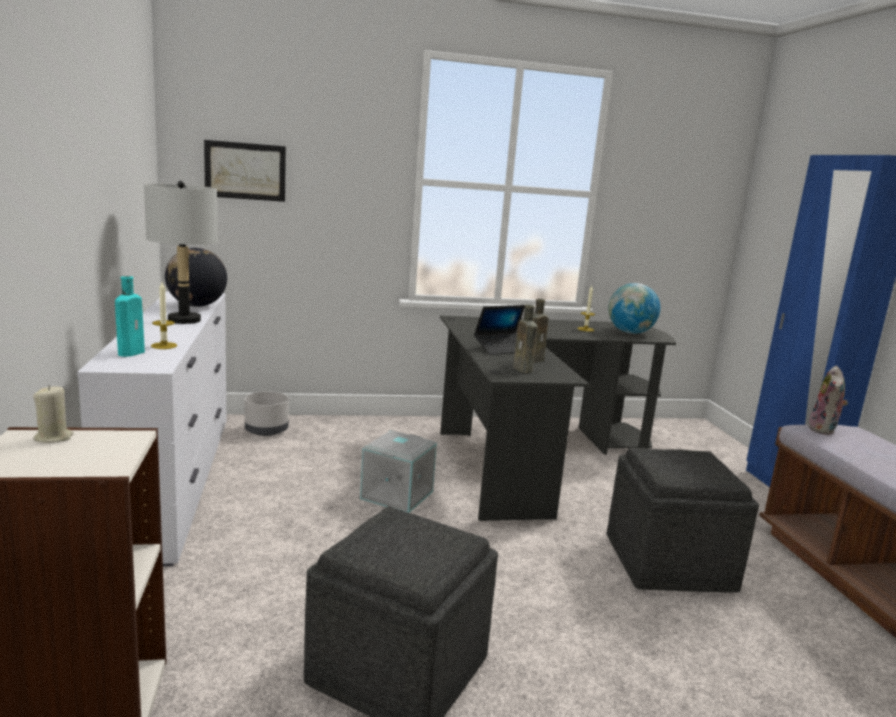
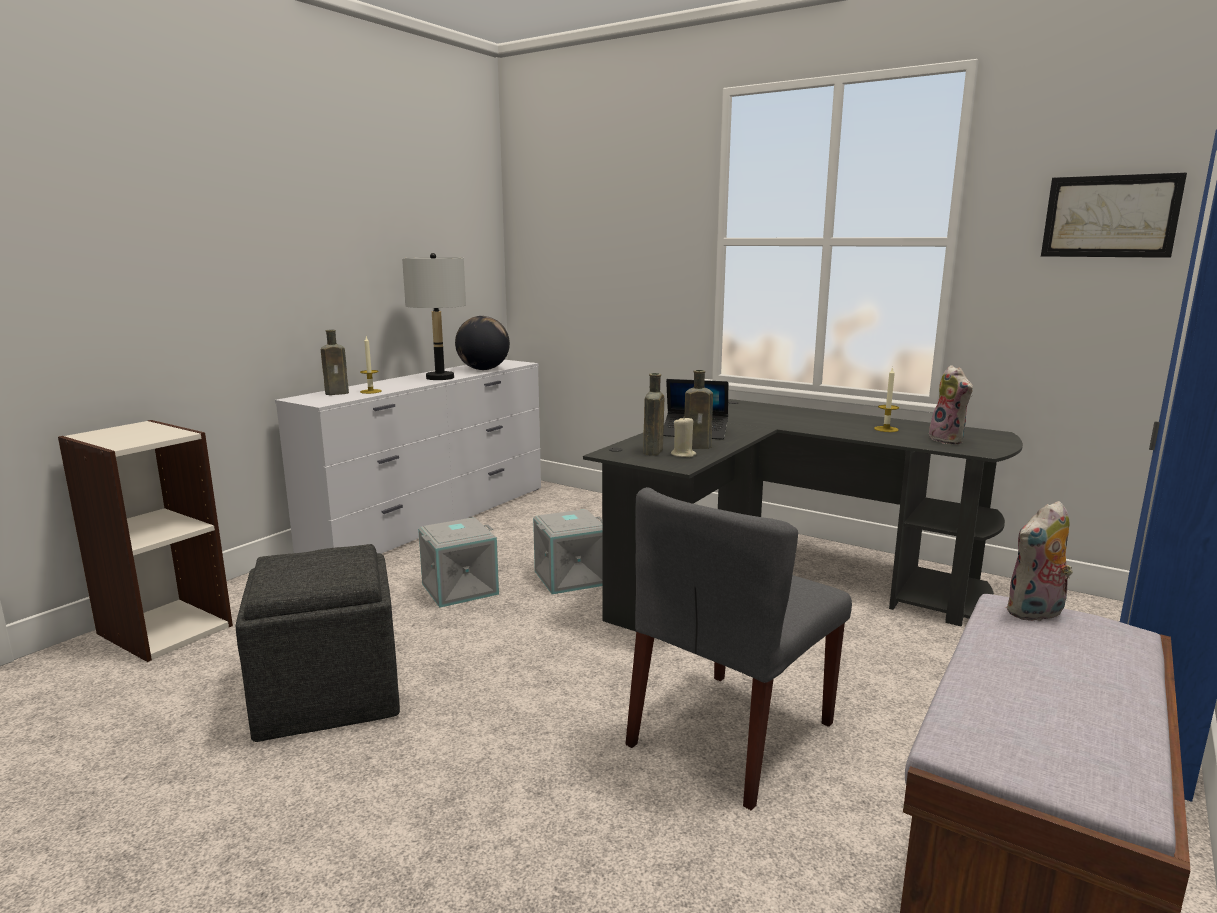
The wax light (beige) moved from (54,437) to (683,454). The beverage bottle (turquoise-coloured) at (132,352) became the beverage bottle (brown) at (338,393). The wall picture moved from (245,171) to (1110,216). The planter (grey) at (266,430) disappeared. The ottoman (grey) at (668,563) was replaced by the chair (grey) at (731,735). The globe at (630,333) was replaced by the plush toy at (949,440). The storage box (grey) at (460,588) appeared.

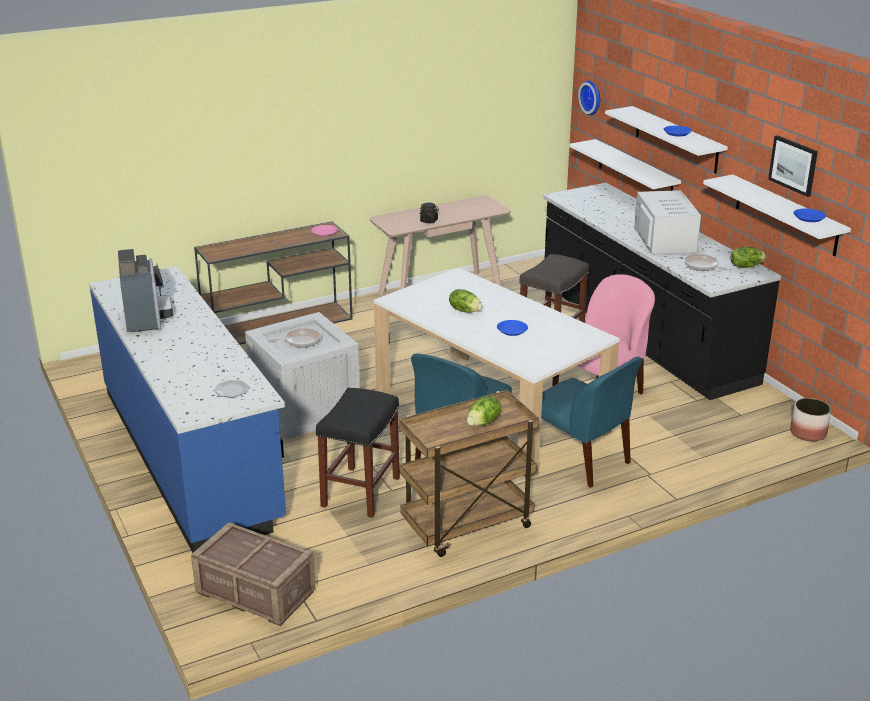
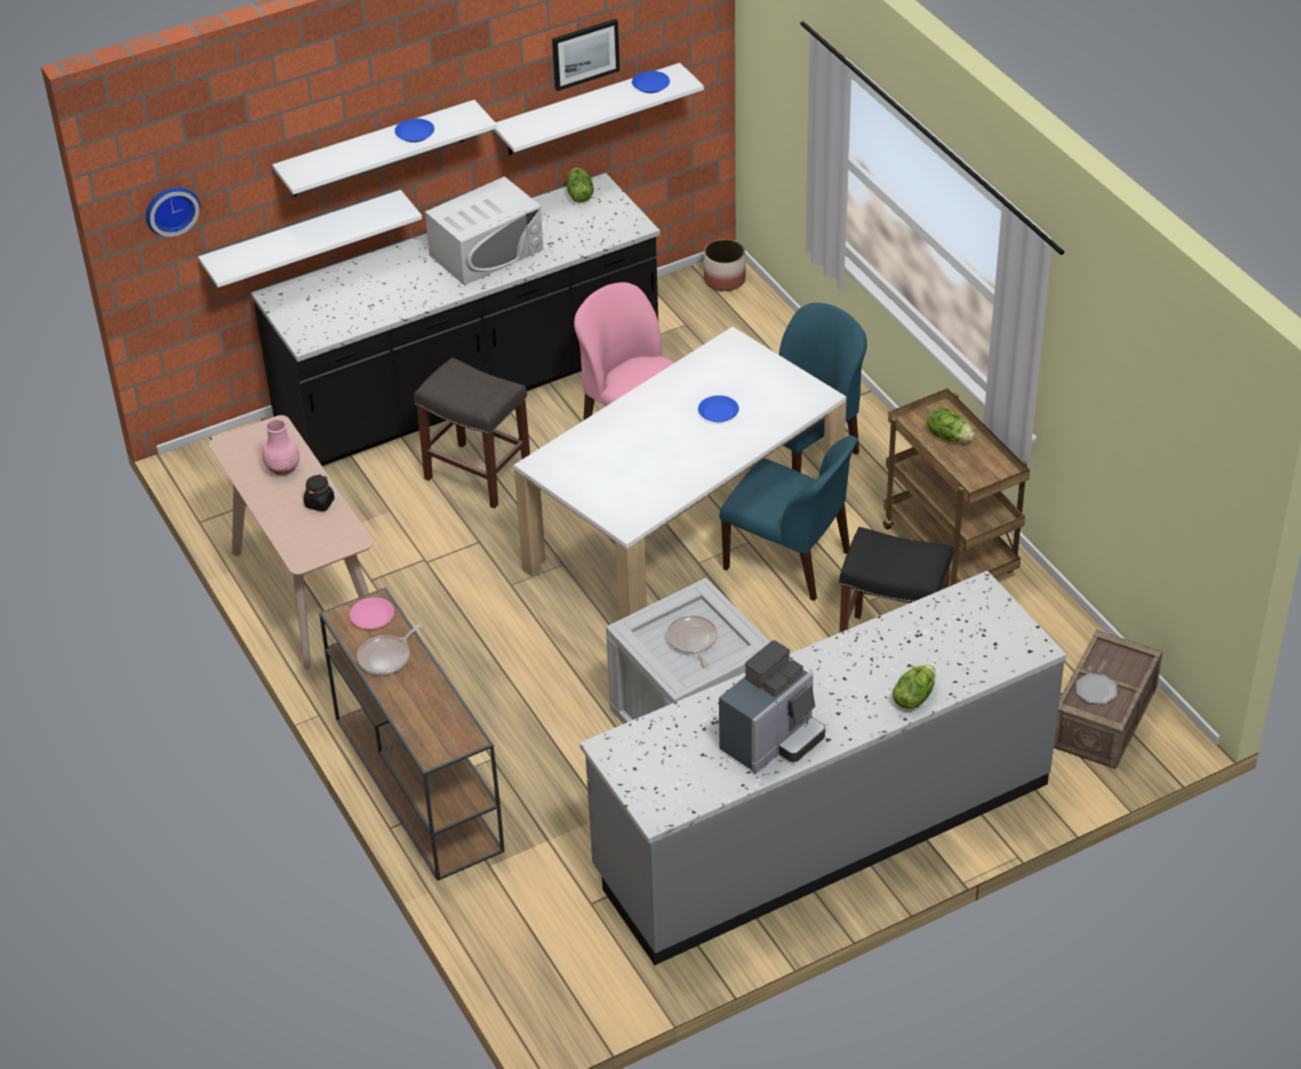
The kitchen base unit (blue) at (191,454) became the kitchen base unit (grey) at (822,827). The coffee maker at (147,318) turned 150 degrees clockwise. The dinner plate moved from (232,390) to (1096,690). The lettuce moved from (465,310) to (913,697). The microwave oven (white-coloured) at (664,239) turned 150 degrees clockwise. The frying pan moved from (702,266) to (386,657). The decorative vase (pinkish) at (283,469) appeared.

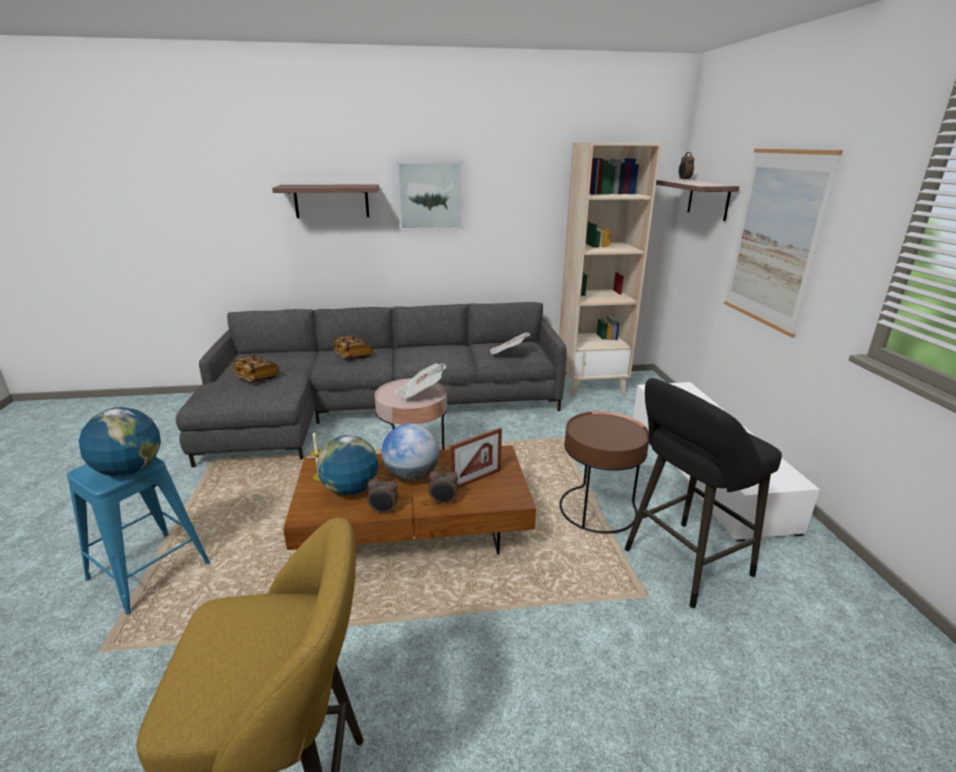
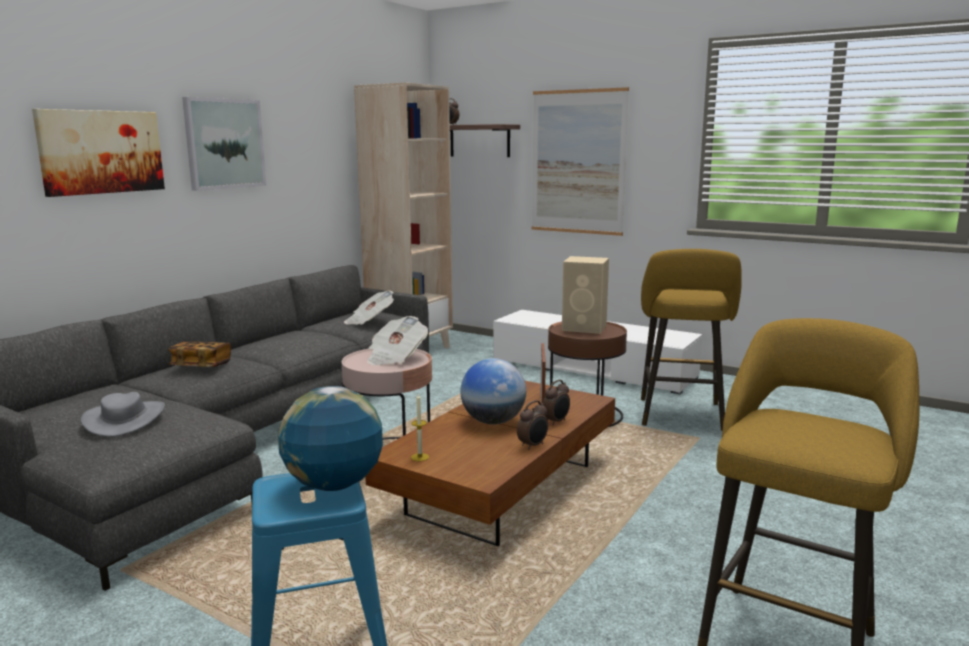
The bound book at (256,377) was replaced by the clothing hat (grey) at (125,419). The bracket shelf at (331,201) was replaced by the wall picture at (101,152). The globe at (350,490) disappeared. The sitting stool (black-coloured) at (682,564) became the sitting stool (yellow-coloured) at (681,416). The audio speaker (beige) at (585,328) appeared.

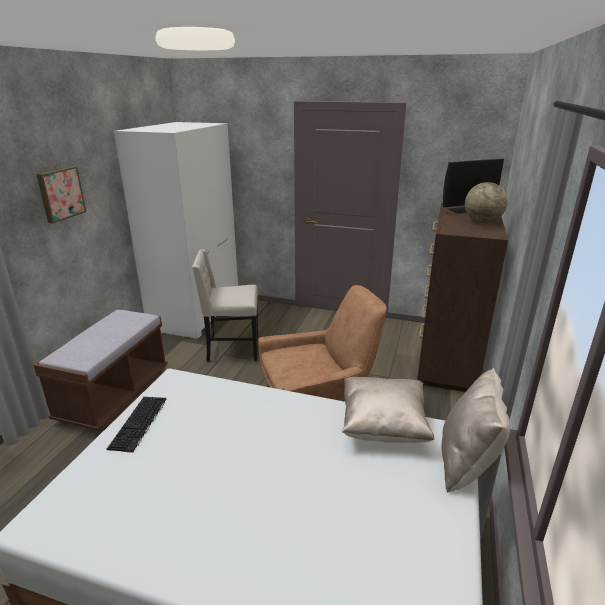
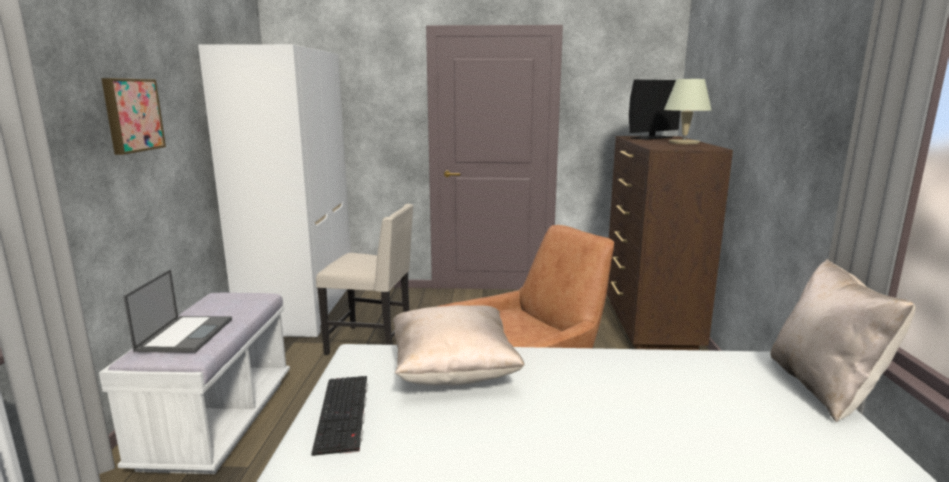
The long seat (brown) at (114,395) became the long seat (white-coloured) at (218,422). The chair (beige) at (232,349) turned 150 degrees counterclockwise. The cushion (beige) moved from (383,426) to (453,371). The globe at (482,222) was replaced by the table lamp (beige) at (683,142). The portable computer at (185,334) appeared.

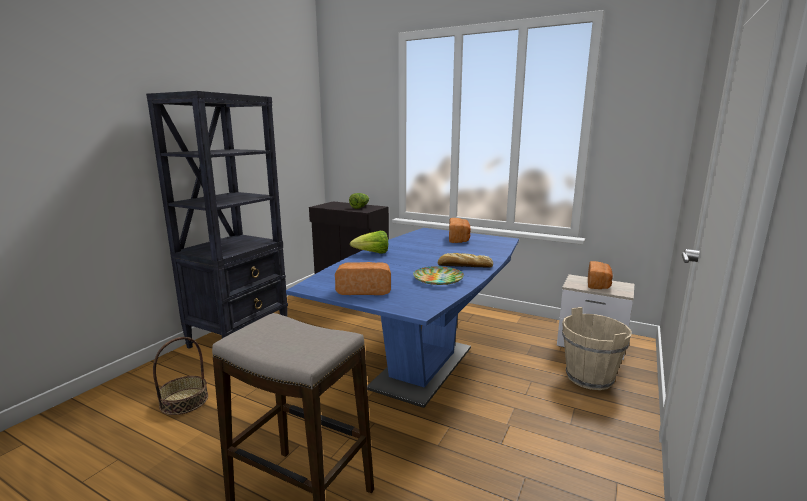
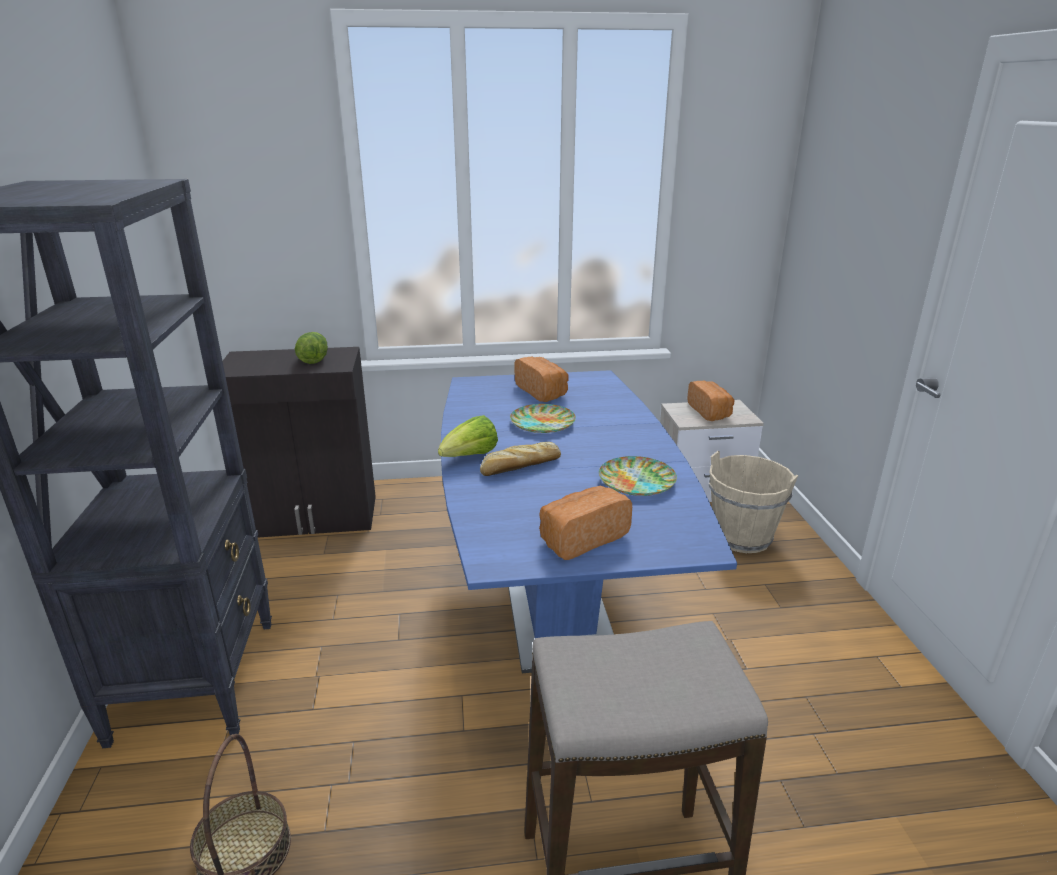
The baked bread moved from (463,266) to (519,466). The dinner plate at (542,423) appeared.

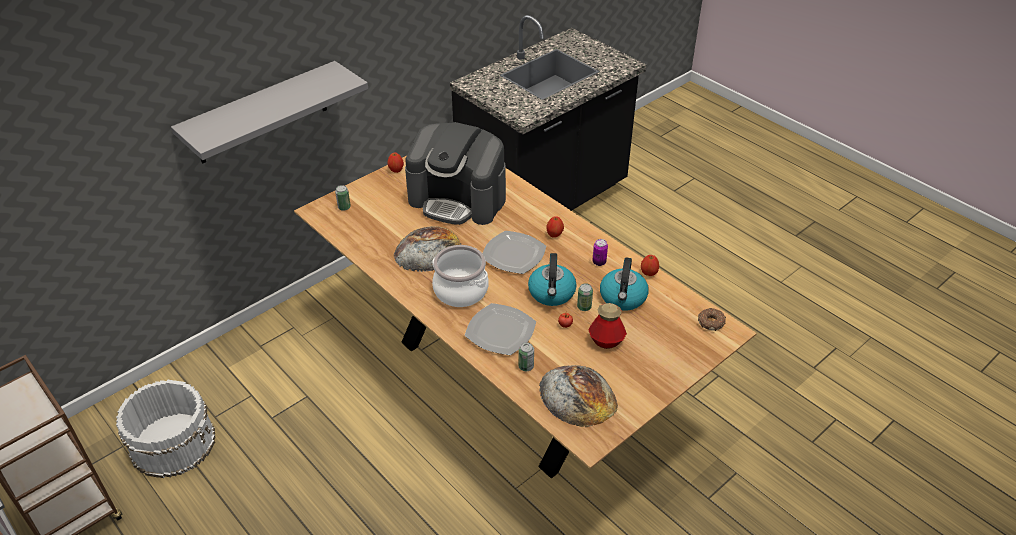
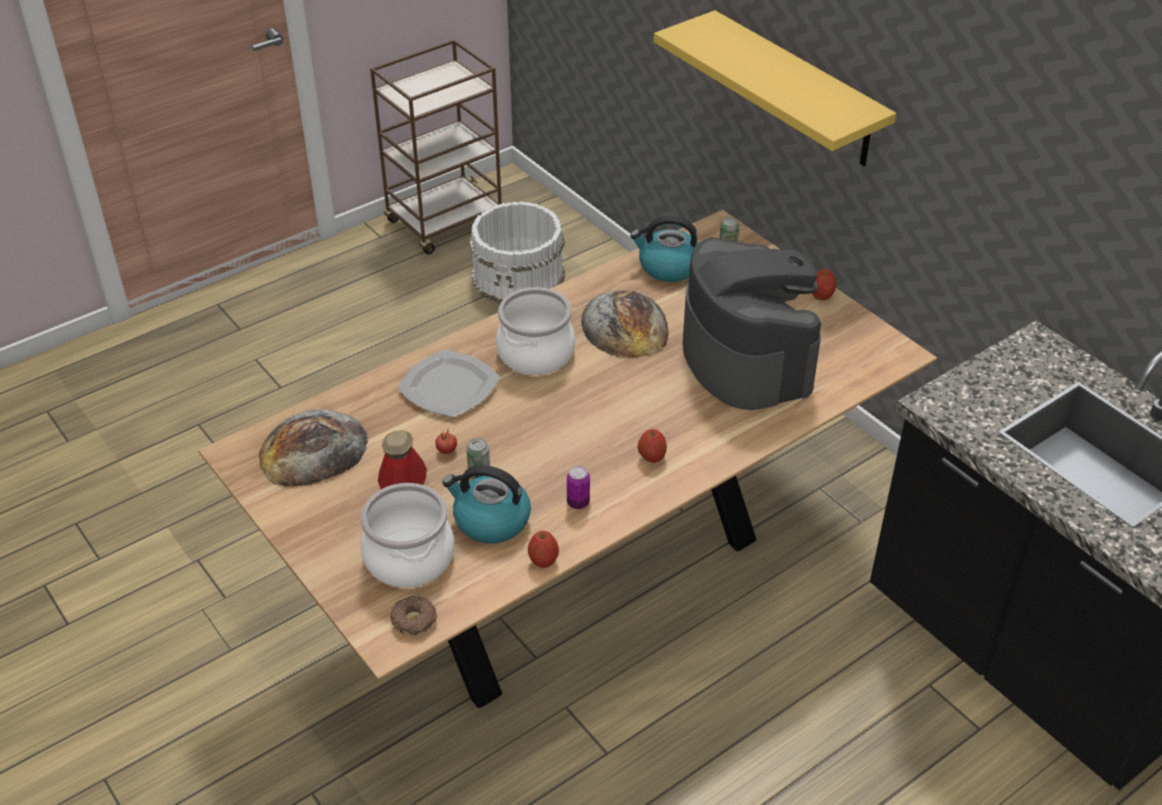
The bracket shelf (grey) at (261,113) became the bracket shelf (yellow-coloured) at (797,90). The coffee maker at (458,199) turned 135 degrees clockwise. The dinner plate at (514,255) disappeared. The metal can at (526,366) disappeared. The kettle moved from (552,293) to (668,267). The cooking pot at (410,557) appeared.

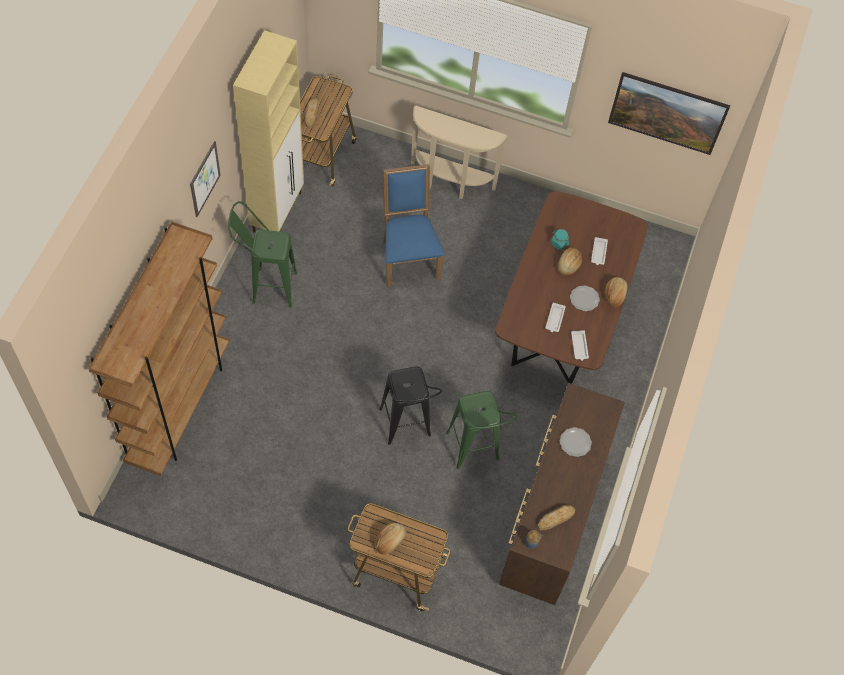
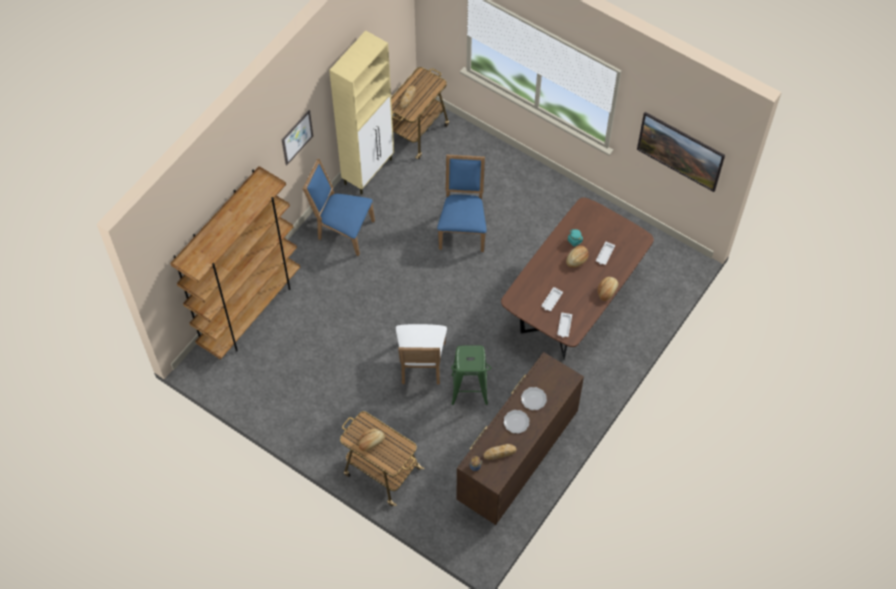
The sitting stool (greenish) at (266,287) was replaced by the chair (blue) at (342,230). The sitting stool (black-coloured) at (407,430) was replaced by the chair (white-coloured) at (421,366). The hall table (beige) at (450,183) disappeared. The dinner plate moved from (584,299) to (516,422).

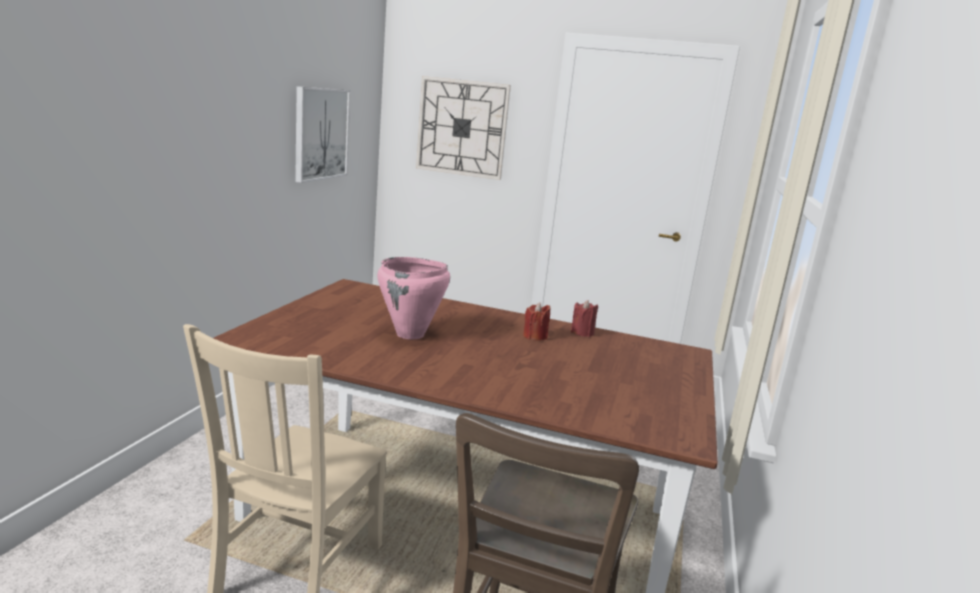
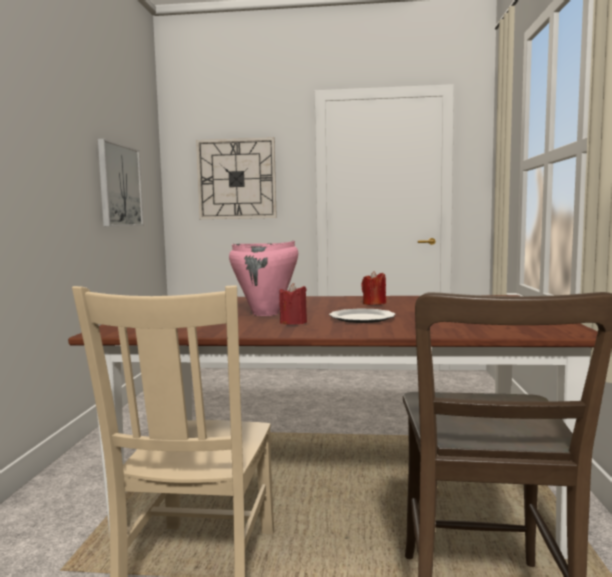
The wax light (red) moved from (582,333) to (293,322). The dinner plate at (361,318) appeared.

